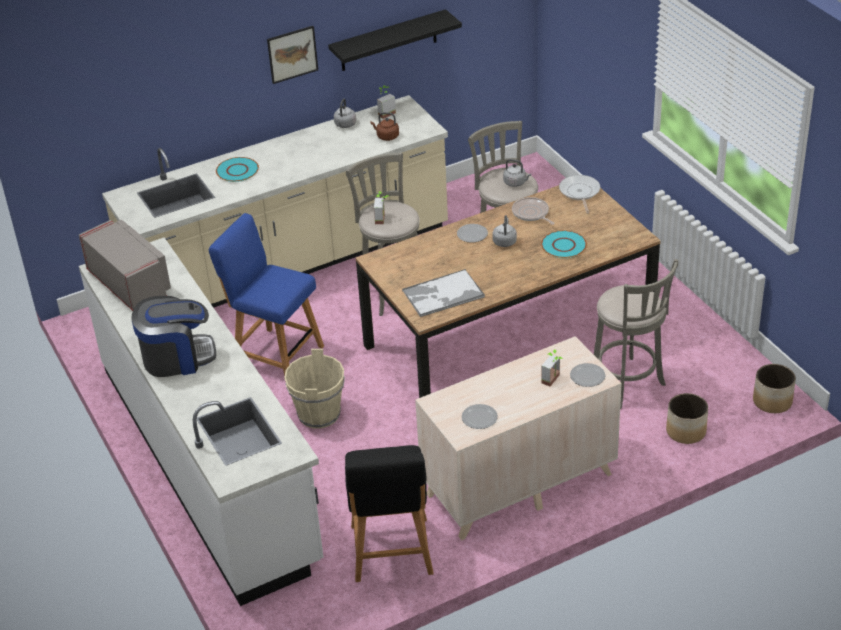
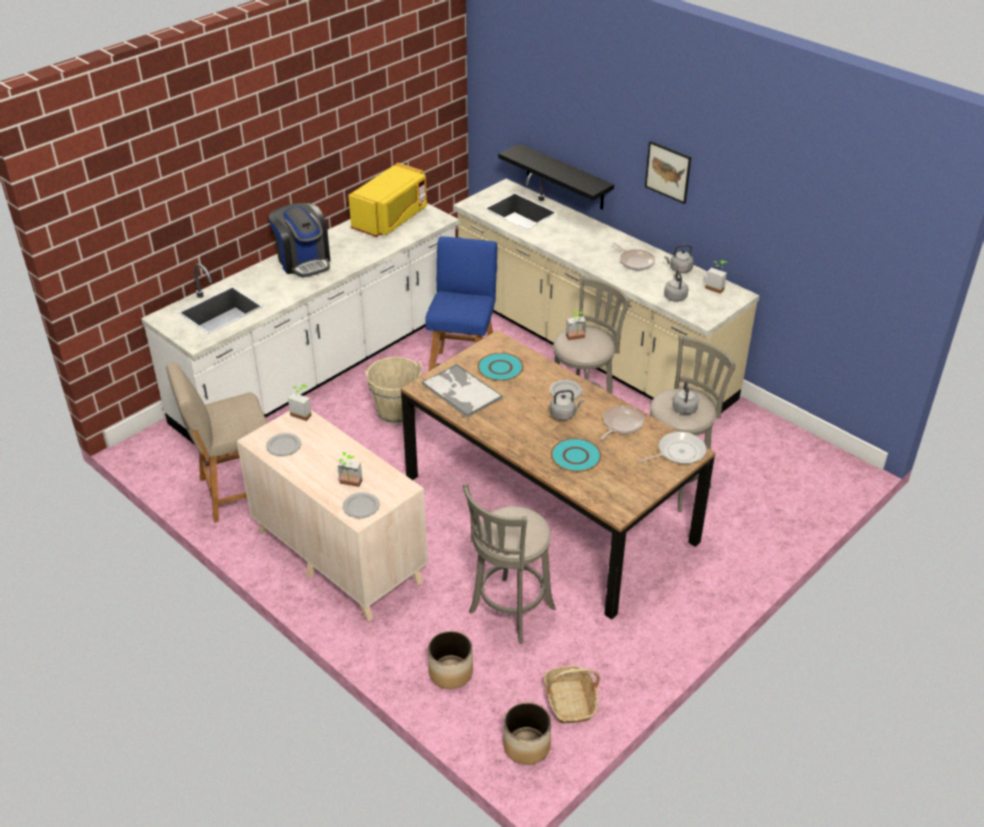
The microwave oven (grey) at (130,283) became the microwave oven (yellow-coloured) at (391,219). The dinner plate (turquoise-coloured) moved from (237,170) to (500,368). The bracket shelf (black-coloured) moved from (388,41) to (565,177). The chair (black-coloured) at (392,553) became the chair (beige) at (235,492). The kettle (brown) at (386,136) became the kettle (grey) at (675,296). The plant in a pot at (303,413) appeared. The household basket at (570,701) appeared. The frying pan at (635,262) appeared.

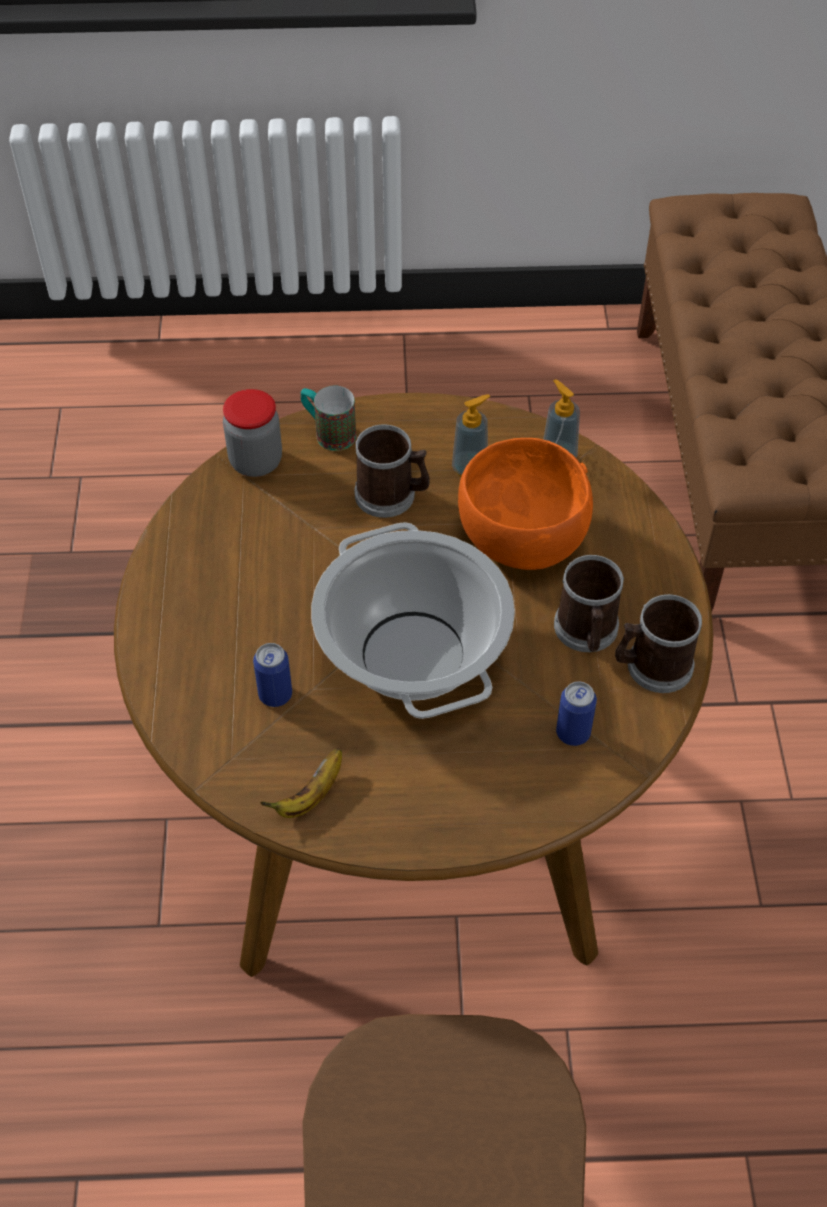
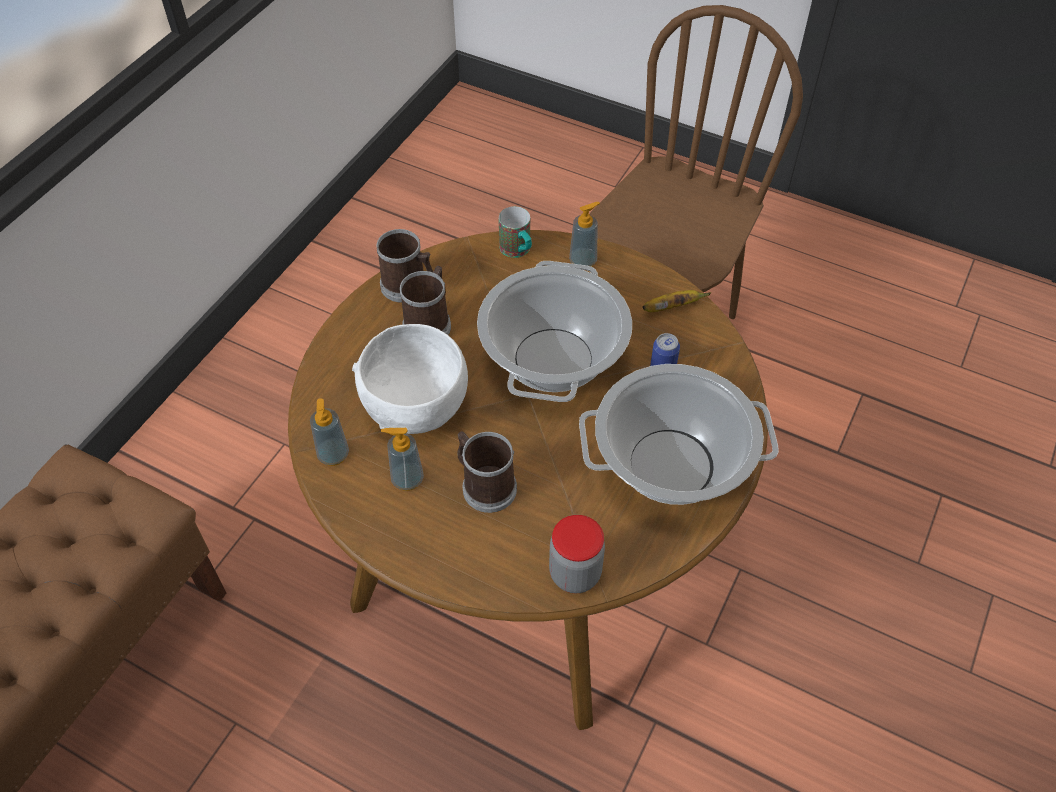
The mug moved from (328,432) to (518,251). The serving bowl (orangey) at (522,538) became the serving bowl (white-coloured) at (416,404). The metal can at (573,733) disappeared. The soap bottle at (583,261) appeared. The cooking pot at (672,465) appeared.

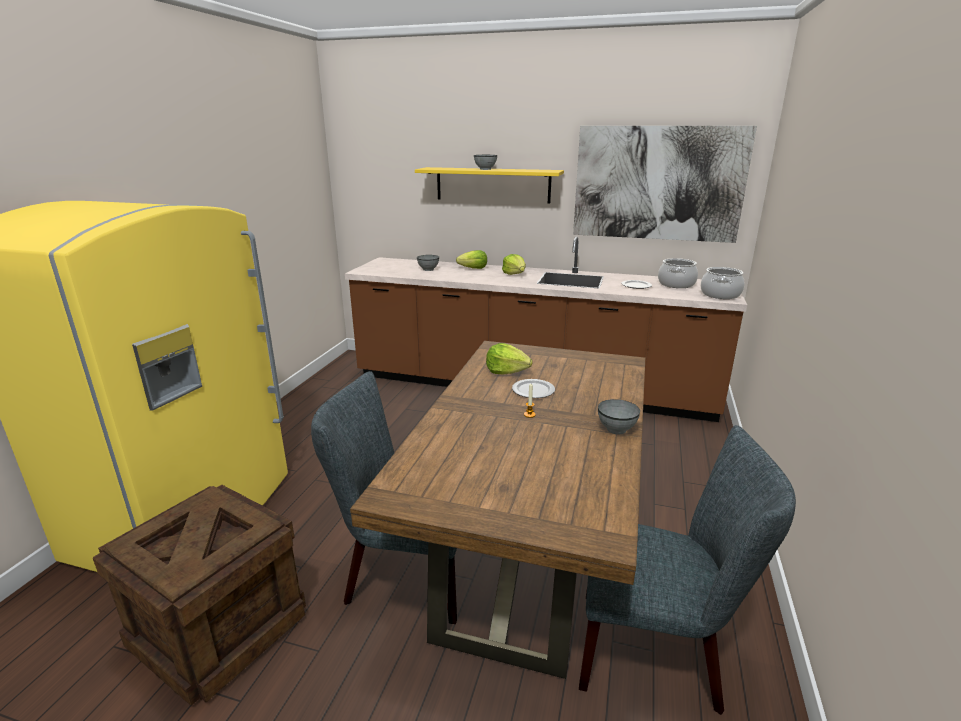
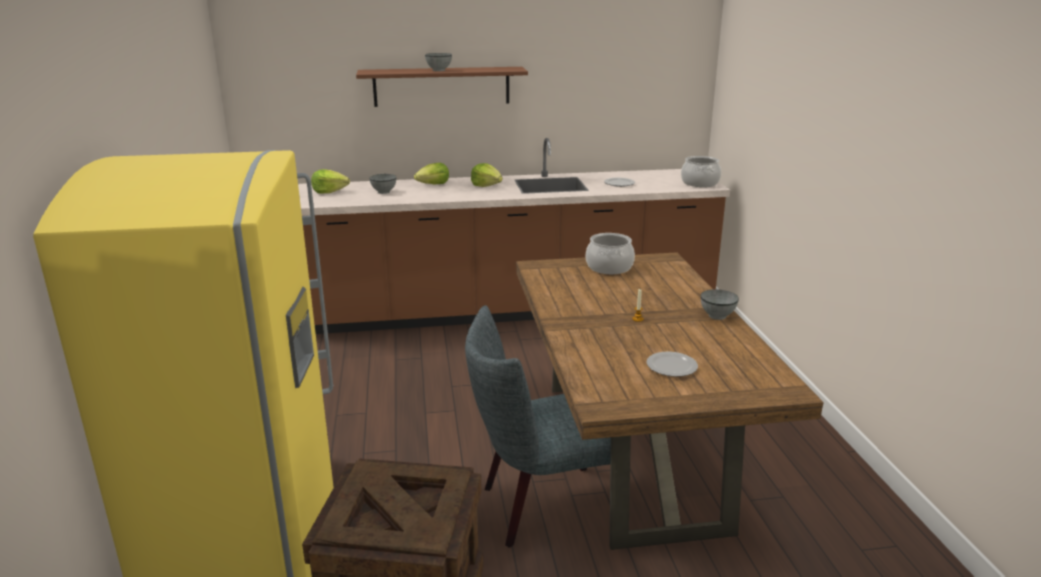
The bracket shelf (yellow-coloured) at (492,185) became the bracket shelf (brown) at (441,86). The lettuce moved from (506,371) to (329,191). The dinner plate moved from (534,390) to (672,366). The wall picture at (658,183) disappeared. The chair (grey) at (658,652) disappeared. The cooking pot moved from (676,284) to (609,267).

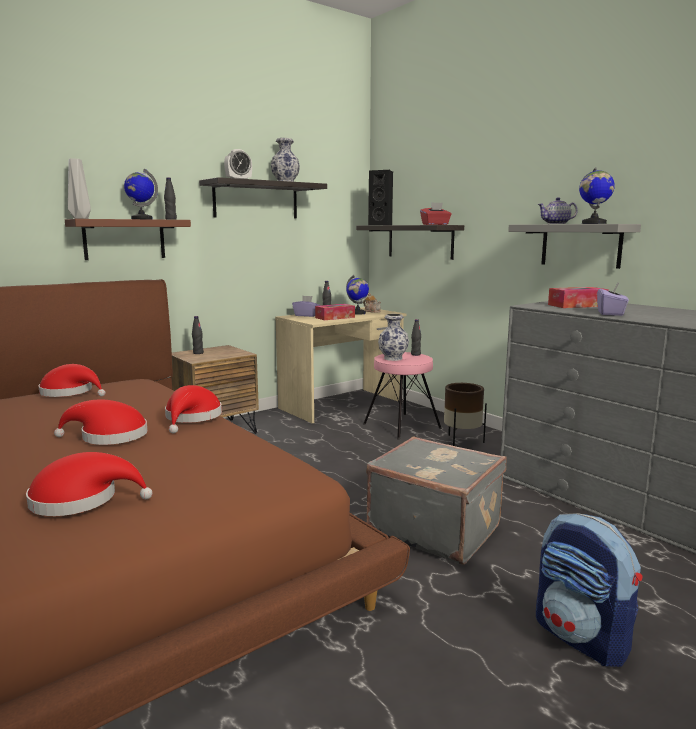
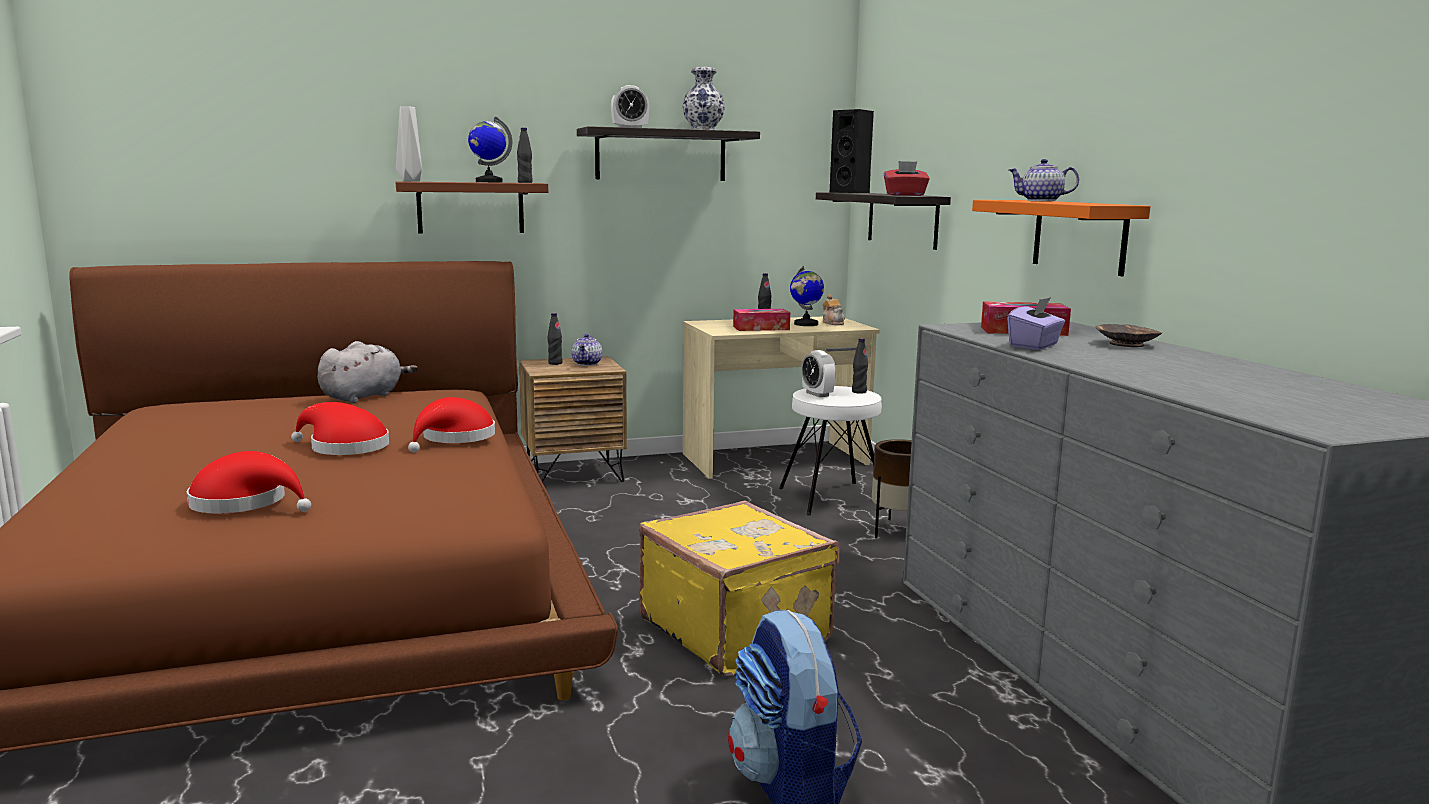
The clothing hat (red) at (70,392) was replaced by the plush toy (grey) at (364,396). The tissue box (purplish) at (306,315) disappeared. The sitting stool (pinkish) at (401,426) became the sitting stool (white-coloured) at (832,498). The suitcase (grey) at (435,528) became the suitcase (yellow-coloured) at (736,630). The decorative vase at (393,358) was replaced by the bedside clock at (817,394). The bracket shelf (grey) at (580,245) became the bracket shelf (orangey) at (1079,236). The globe at (593,223) disappeared. The teapot at (587,364) appeared. The serving bowl (brown) at (1126,344) appeared.

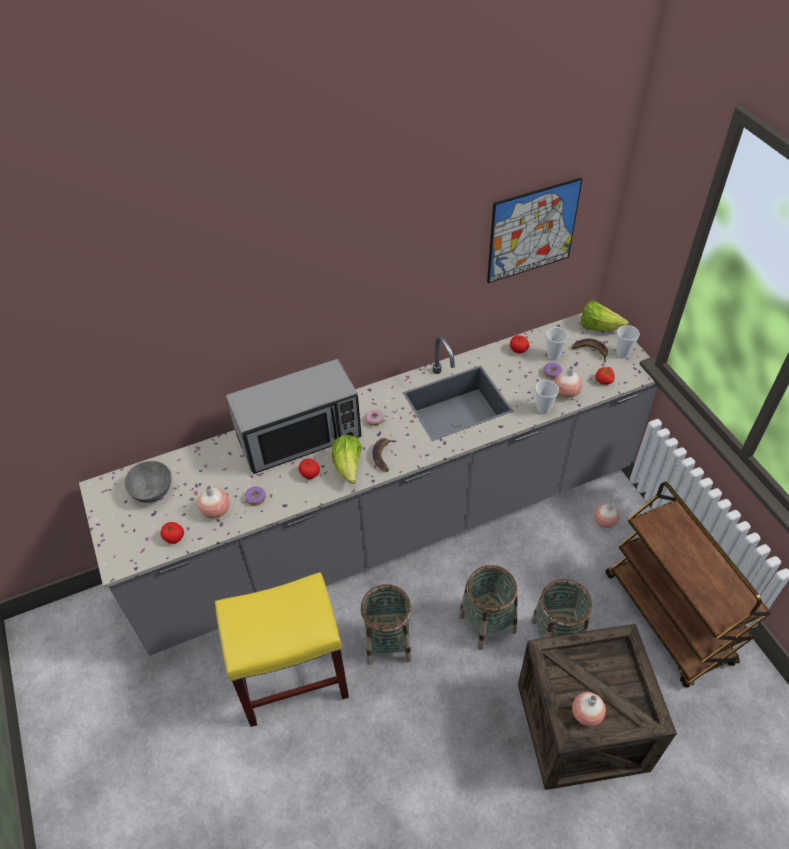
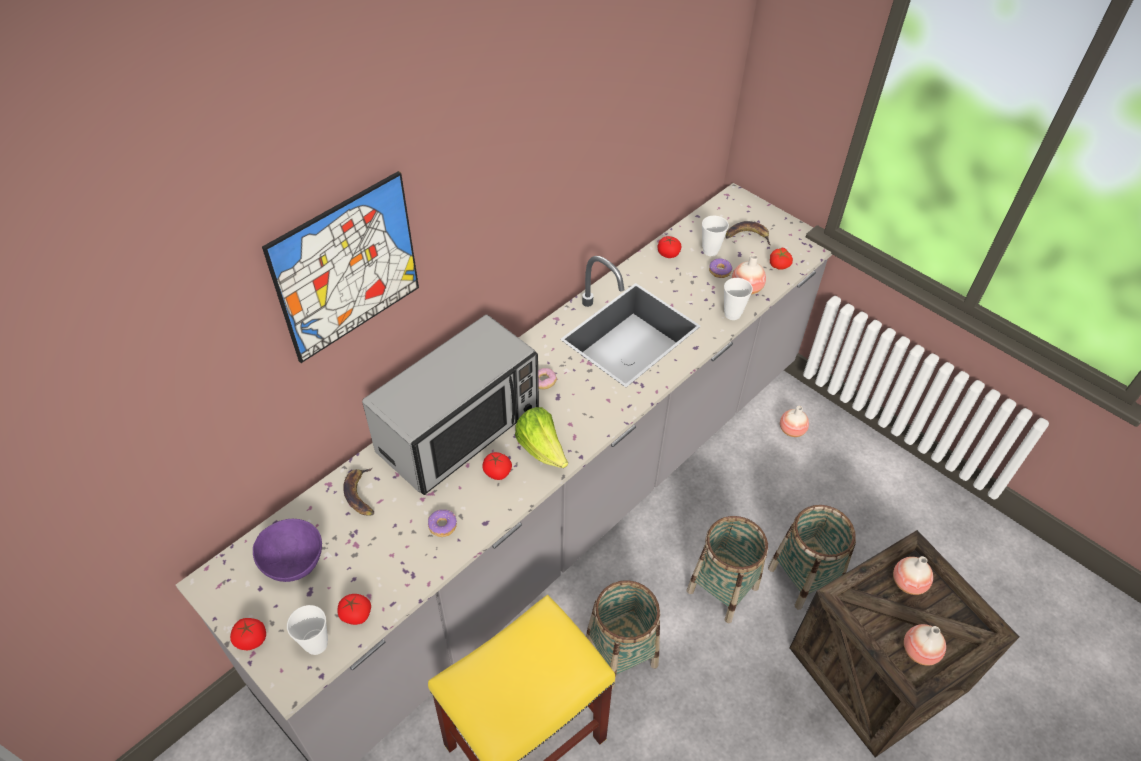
The serving bowl (grey) at (153,491) became the serving bowl (purplish) at (293,561). The decorative vase moved from (216,510) to (908,583). The banana moved from (383,455) to (360,494). The wall picture moved from (532,231) to (347,268). The lettuce at (598,327) disappeared. The trolley (brown) at (669,619) disappeared. The small cup moved from (622,353) to (316,644). The whole tomato at (251,639) appeared.

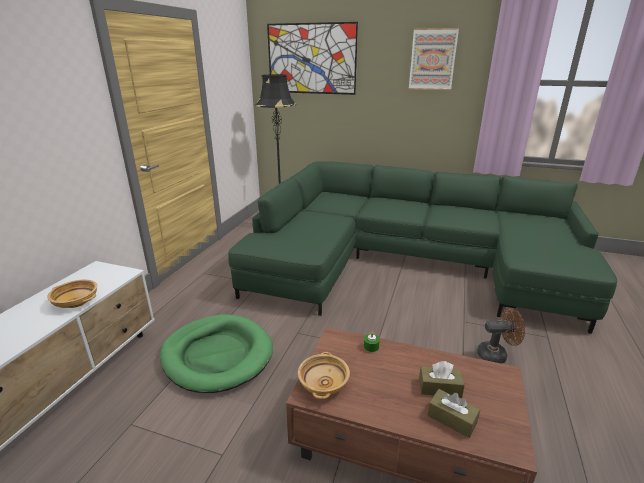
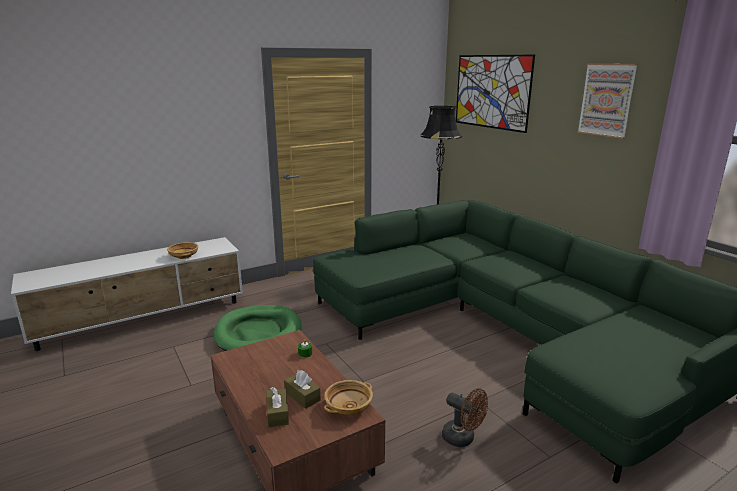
The serving bowl (beige) moved from (323,383) to (348,407).

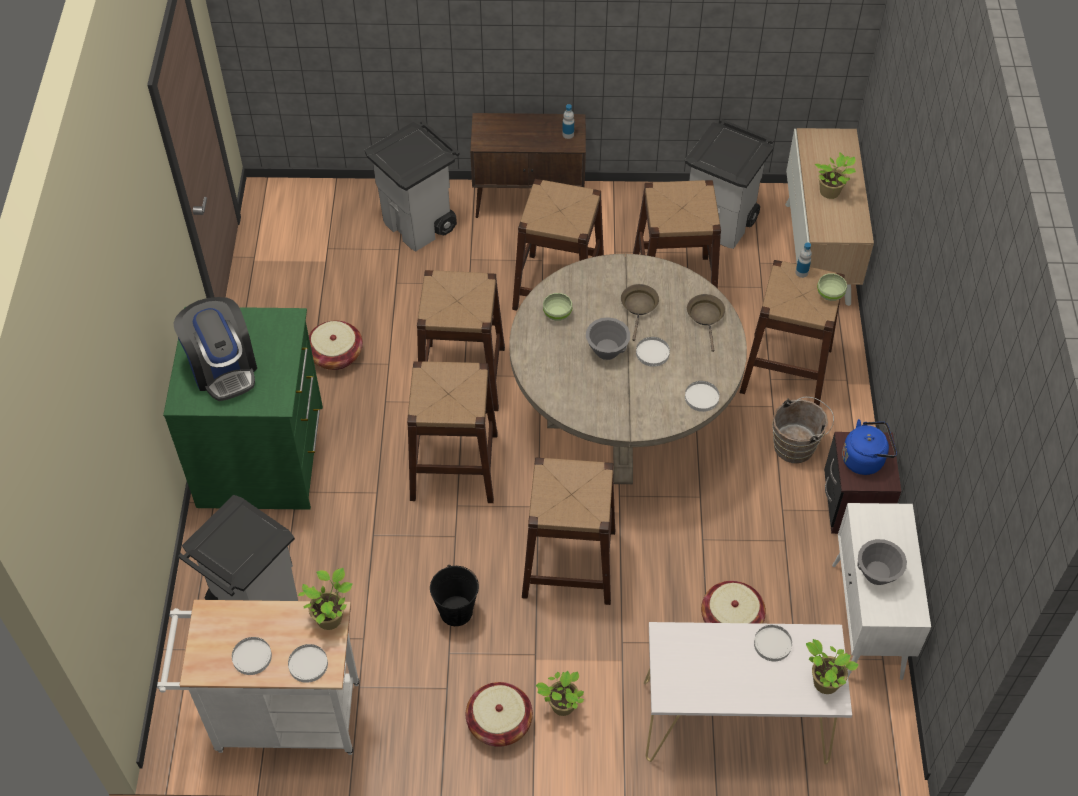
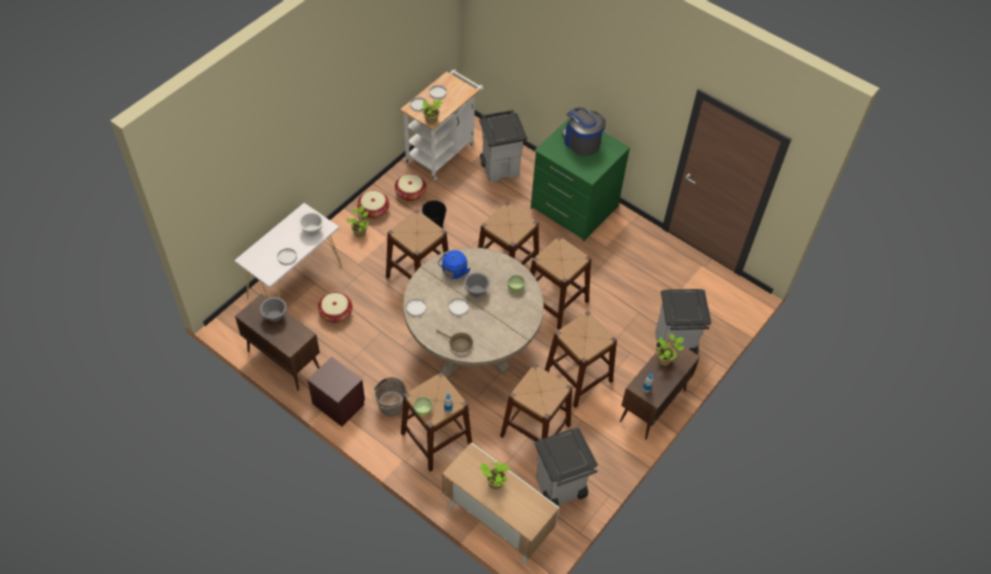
The coffee maker at (223,368) turned 45 degrees clockwise. The household basket moved from (336,355) to (410,193). The frying pan (brown) at (639,307) disappeared. The plant in a pot moved from (823,682) to (665,359). The cupboard (white-coloured) at (867,622) became the cupboard (brown) at (283,360). The kettle (blue) moved from (865,459) to (453,272). The serving bowl (white-coloured) at (312,230) appeared.

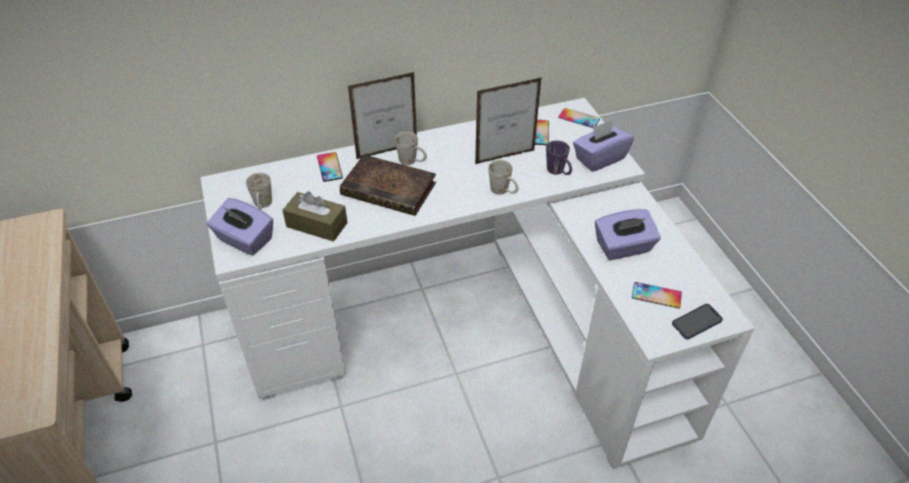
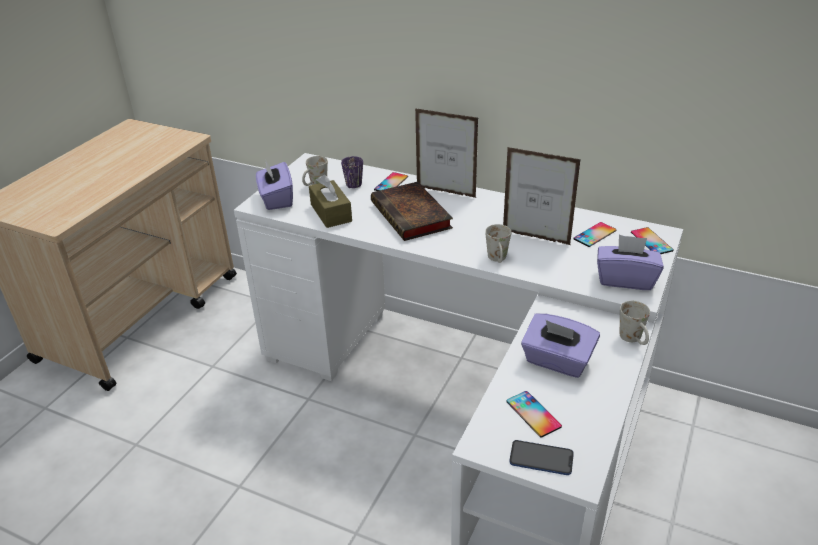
The mug (white-coloured) moved from (412,161) to (634,340). The mug (purplish) moved from (559,172) to (352,187).

